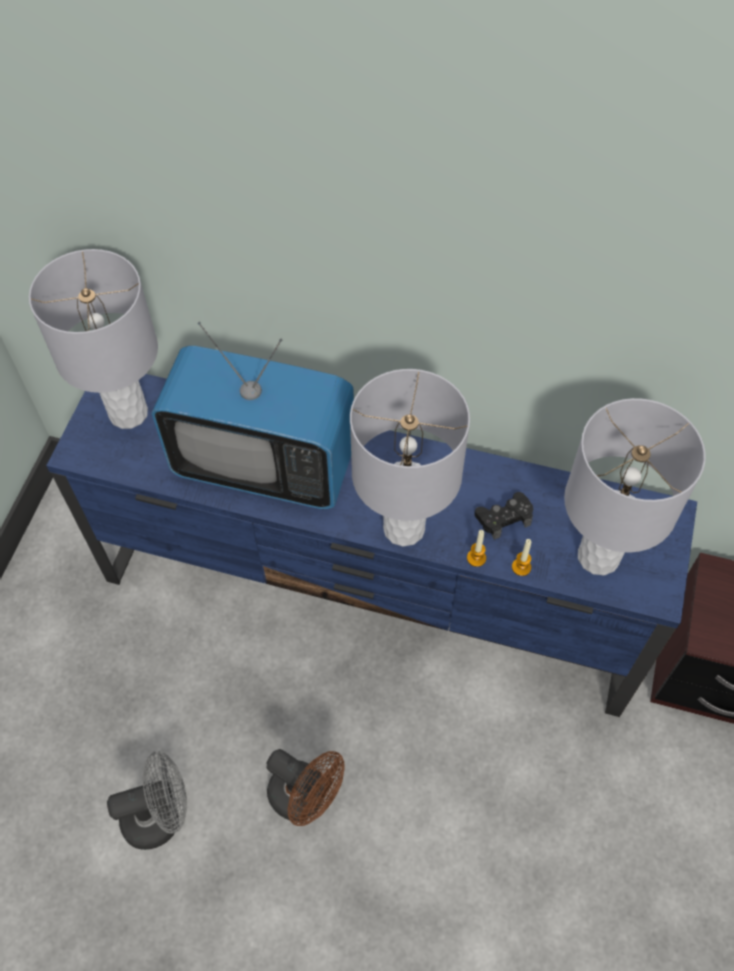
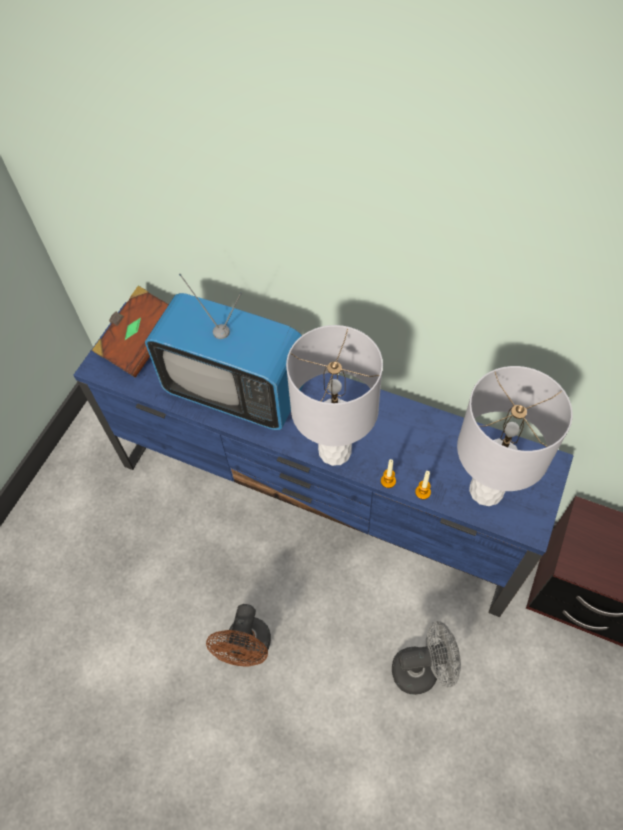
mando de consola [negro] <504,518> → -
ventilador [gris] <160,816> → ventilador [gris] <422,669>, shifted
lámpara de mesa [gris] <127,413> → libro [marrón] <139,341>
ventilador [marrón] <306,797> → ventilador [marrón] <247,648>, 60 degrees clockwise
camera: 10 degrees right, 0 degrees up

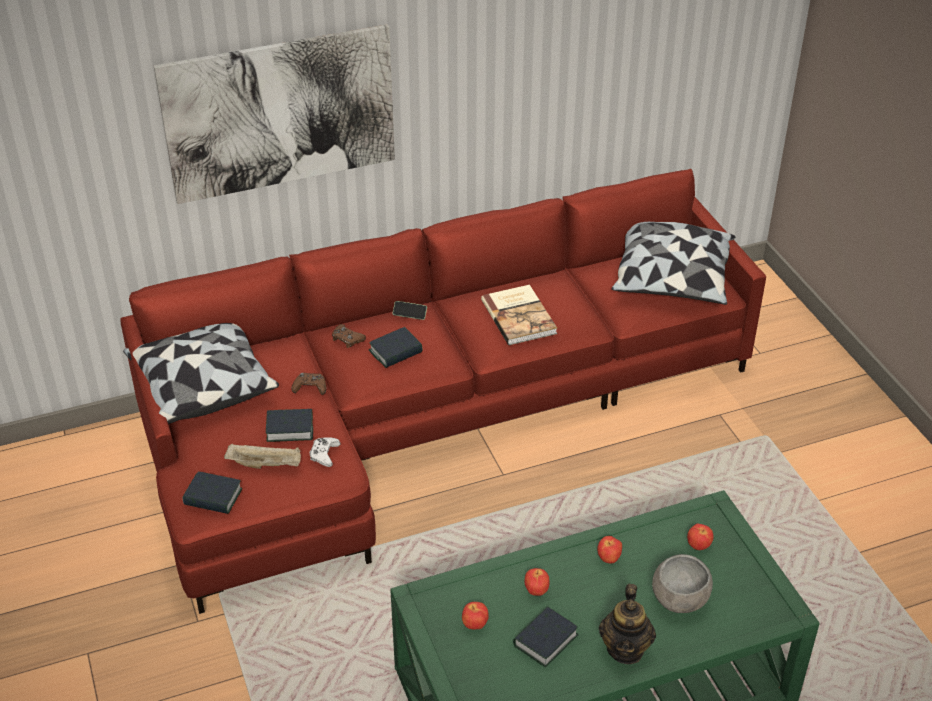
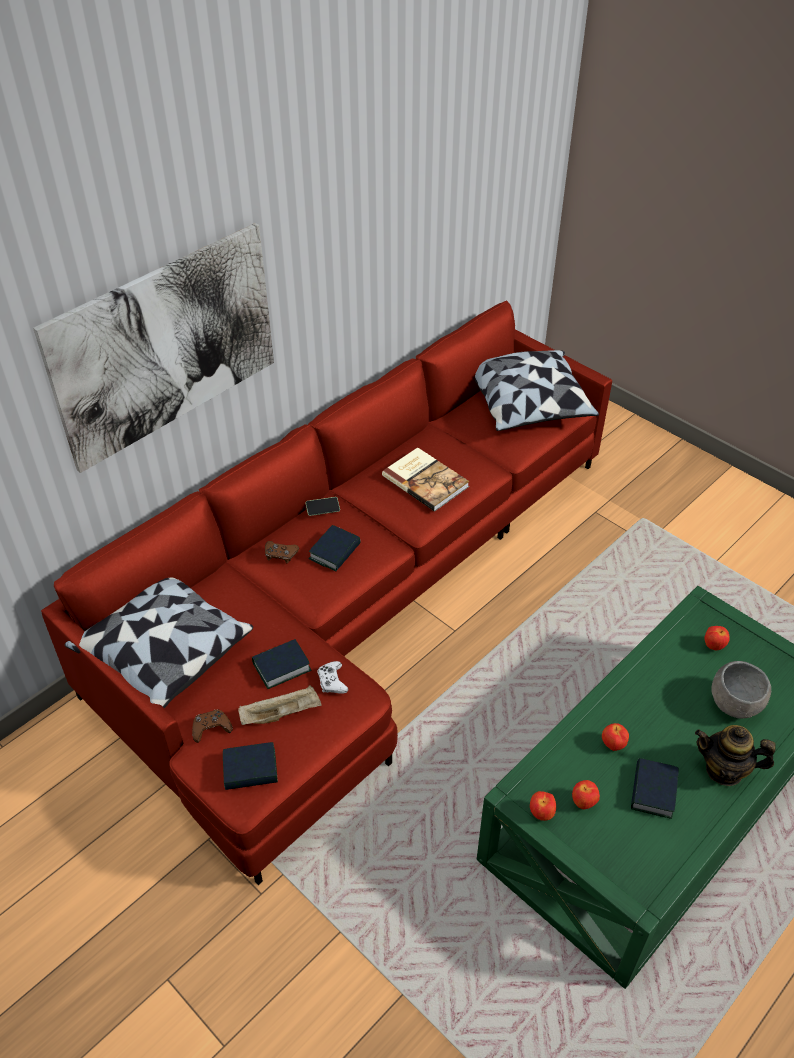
mando de consola [marrón] <310,387> → mando de consola [marrón] <211,728>, shifted
manzana <609,559> → manzana <541,813>, shifted
tetera <625,648> → tetera <724,770>, 120 degrees clockwise
camera: 25 degrees left, 5 degrees up

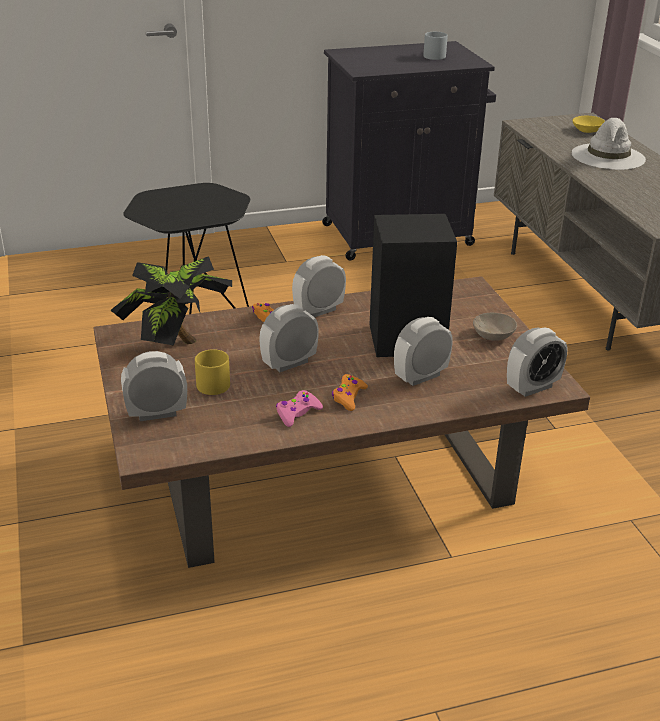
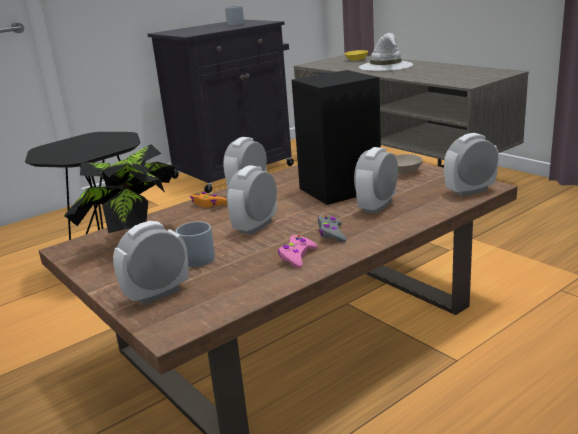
taza grande [amarillo] <210,382> → taza grande [gris] <192,258>
mando de consola [naranja] <348,397> → mando de consola [gris] <331,234>
despertador <532,387> → despertador <470,191>, 150 degrees counterclockwise
camera: 20 degrees left, 10 degrees down

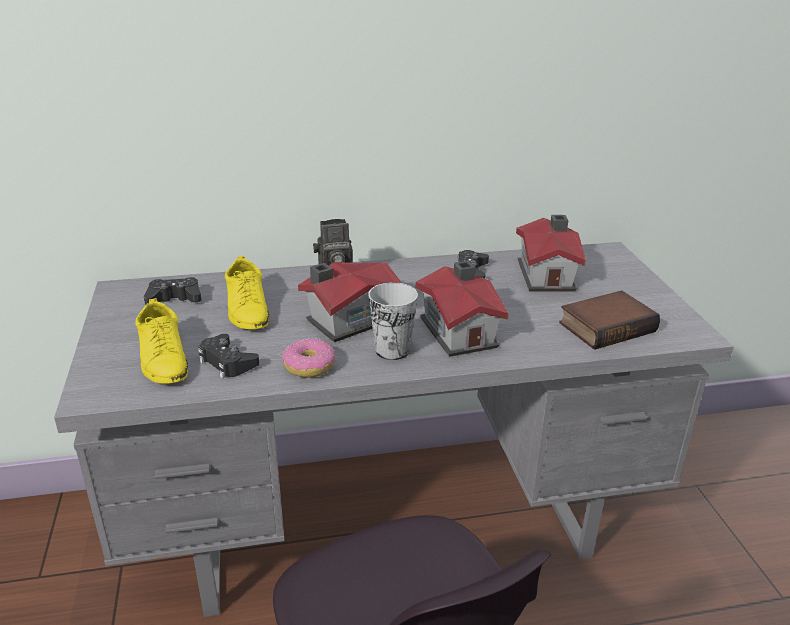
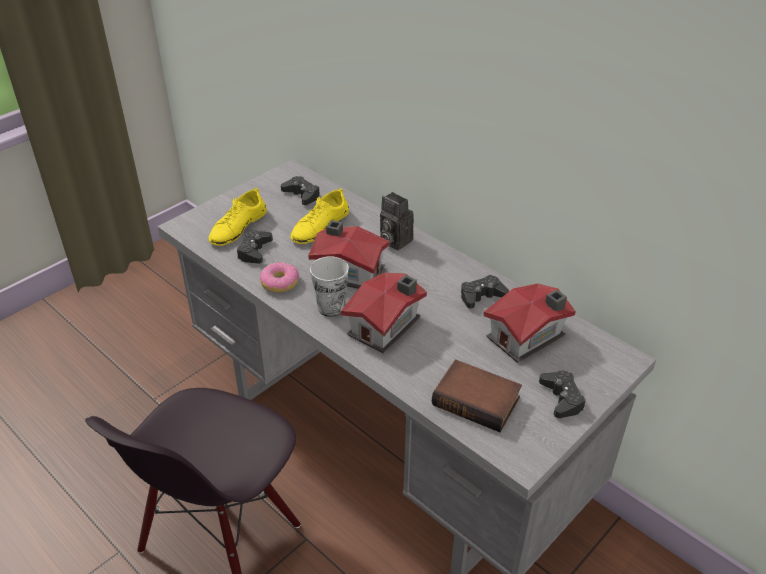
- → mando de consola [negro] <561,398>
camera: 55 degrees right, 10 degrees up

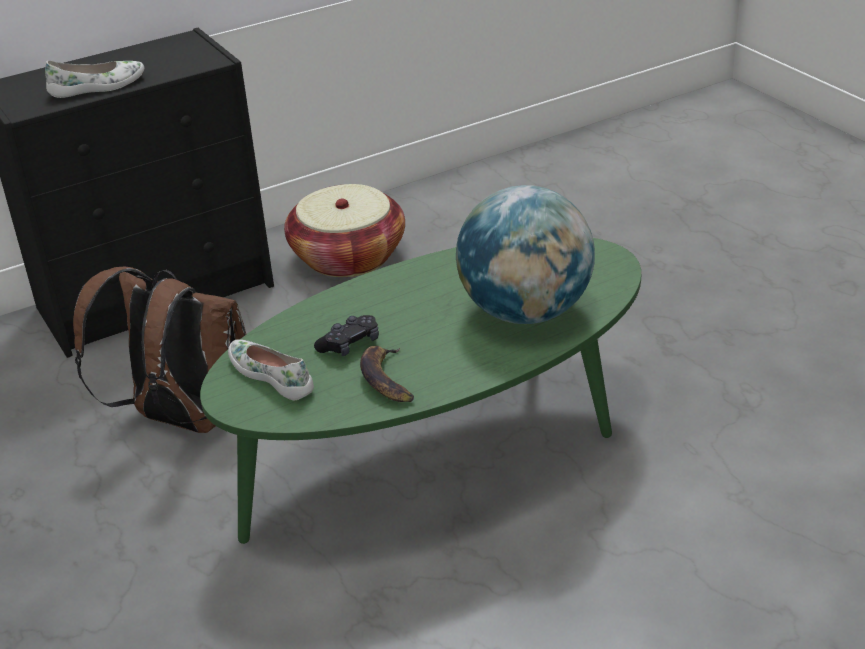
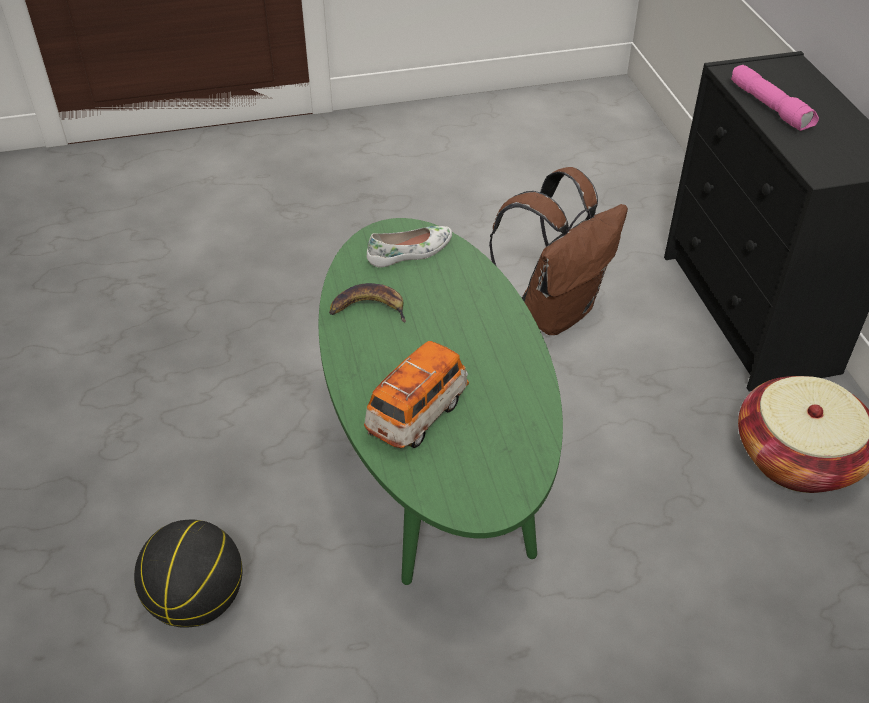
mando de consola [negro] <350,344> → -
- → balón de baloncesto <196,601>
zapato [blanco] <98,87> → linterna [rosa] <771,107>
globo terráqueo <525,312> → coche de juguete <418,413>
camera: 105 degrees right, 10 degrees up

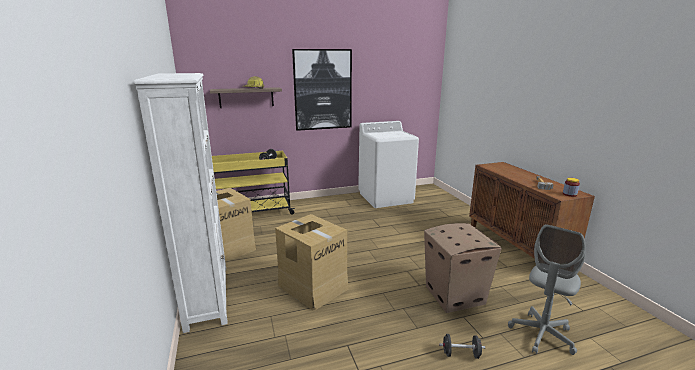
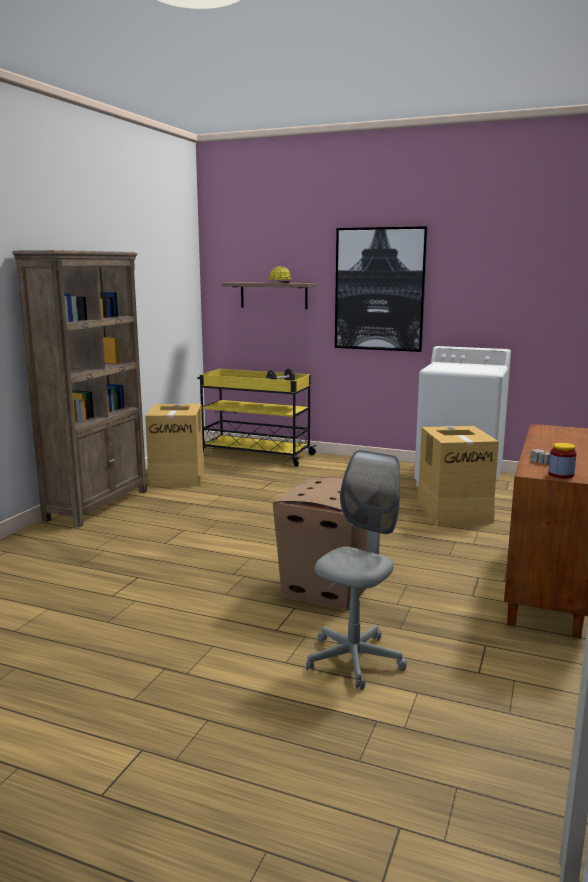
mancuerna [negro] <460,354> → -
caja de cartón <313,287> → caja de cartón <454,511>, shifted
estantería [blanco] <207,295> → estantería [marrón] <98,505>
silla de oficina [gris] <541,335> → silla de oficina [gris] <354,660>, 135 degrees clockwise
camera: 40 degrees right, 5 degrees down

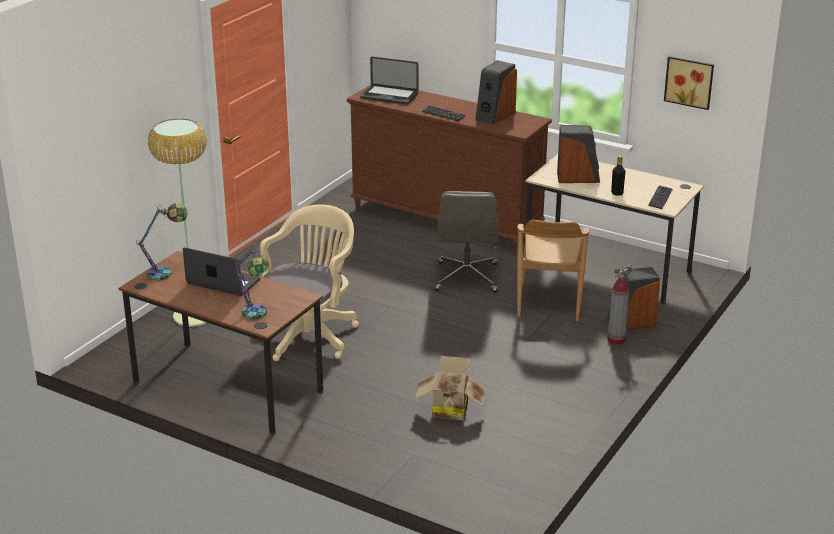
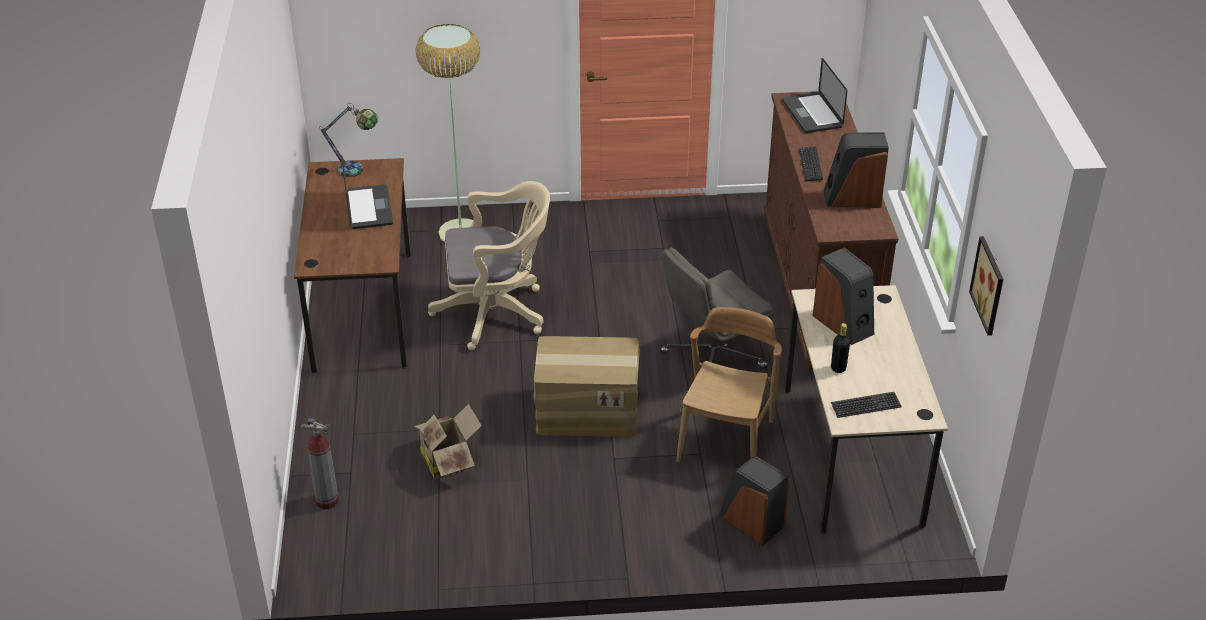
lámpara de mesa <255,316> → -
- → caja de cartón <587,410>
extintor <616,340> → extintor <326,501>, shifted
silla [marrón] <549,302> → silla [marrón] <726,441>, 135 degrees clockwise
camera: 55 degrees right, 10 degrees up

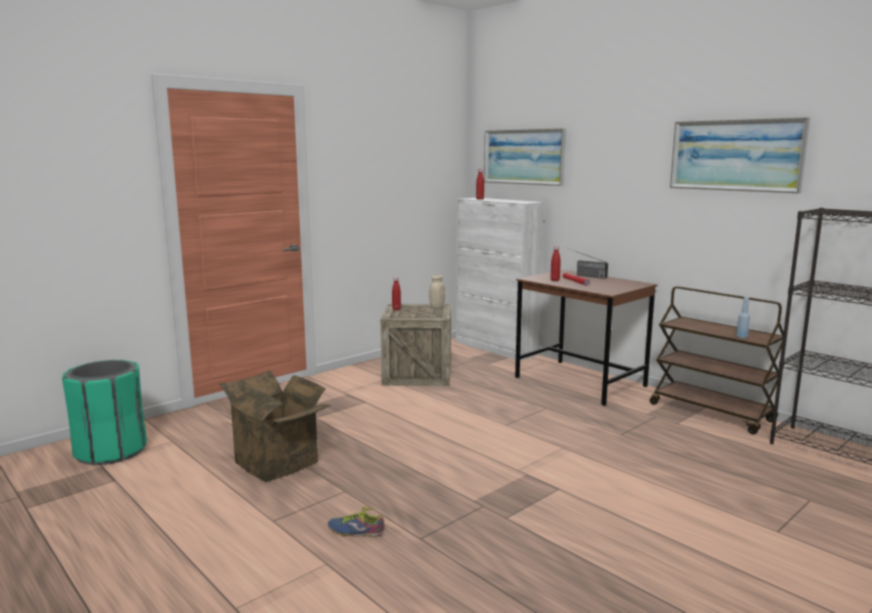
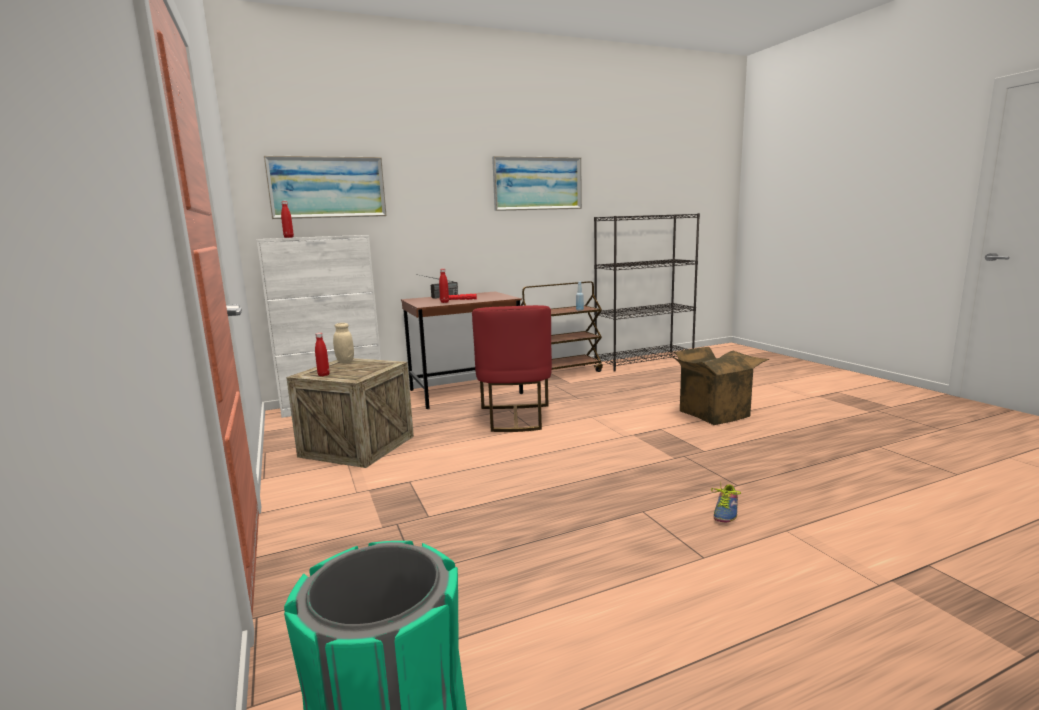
- → silla [rojo] <515,418>
caja de cartón <280,461> → caja de cartón <712,413>, shifted
camera: 70 degrees left, 0 degrees up

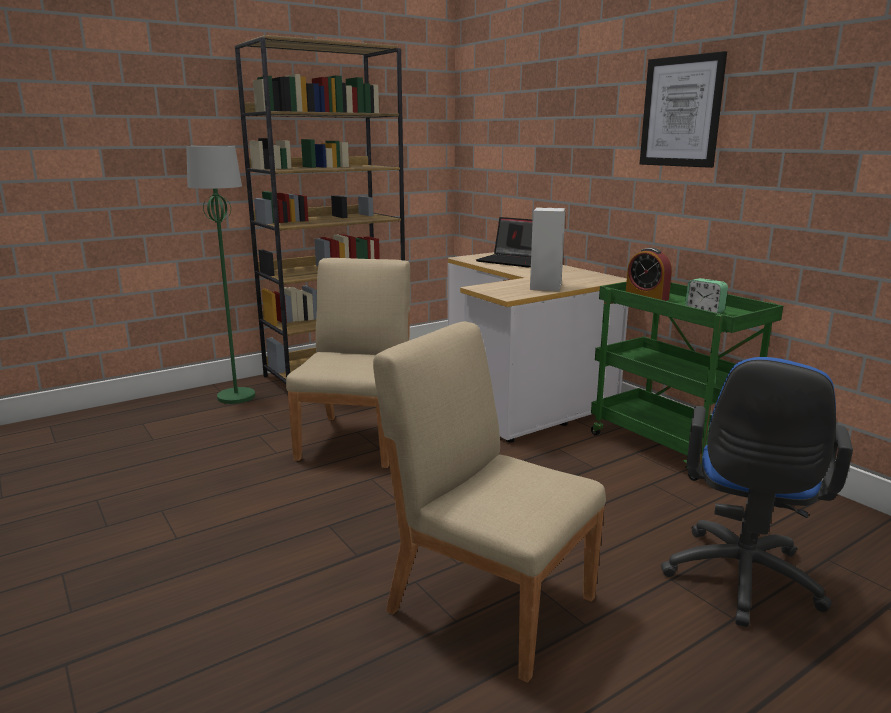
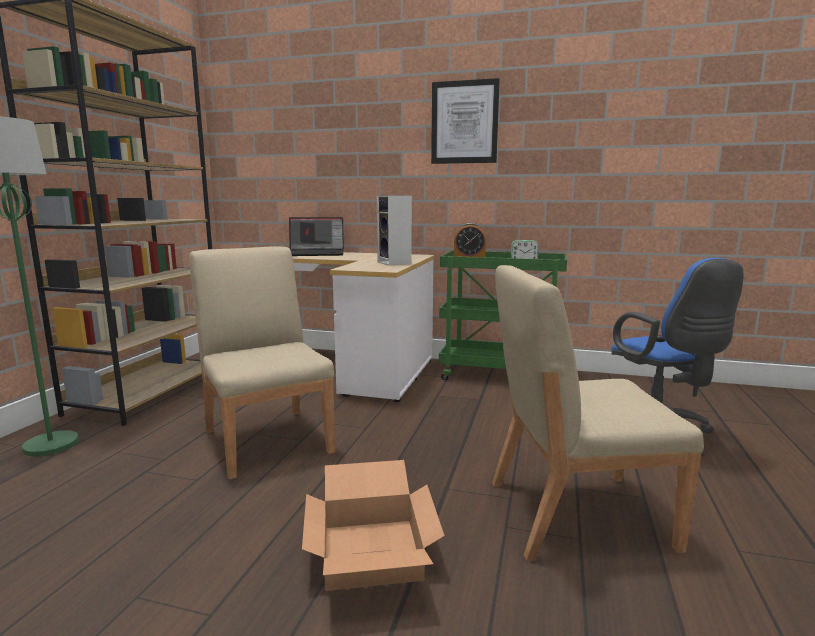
- → caja de cartón <369,551>
camera: 40 degrees left, 5 degrees down

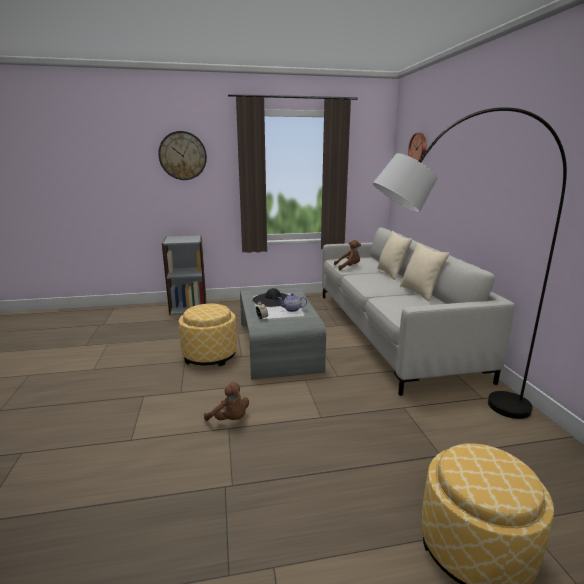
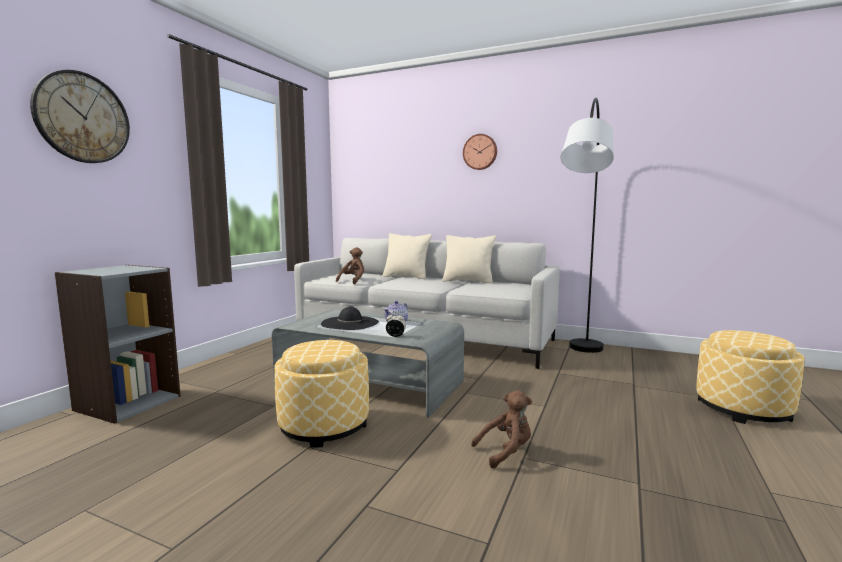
reloj de pared <418,148> → reloj de pared <480,152>, shifted
camera: 55 degrees left, 10 degrees down

